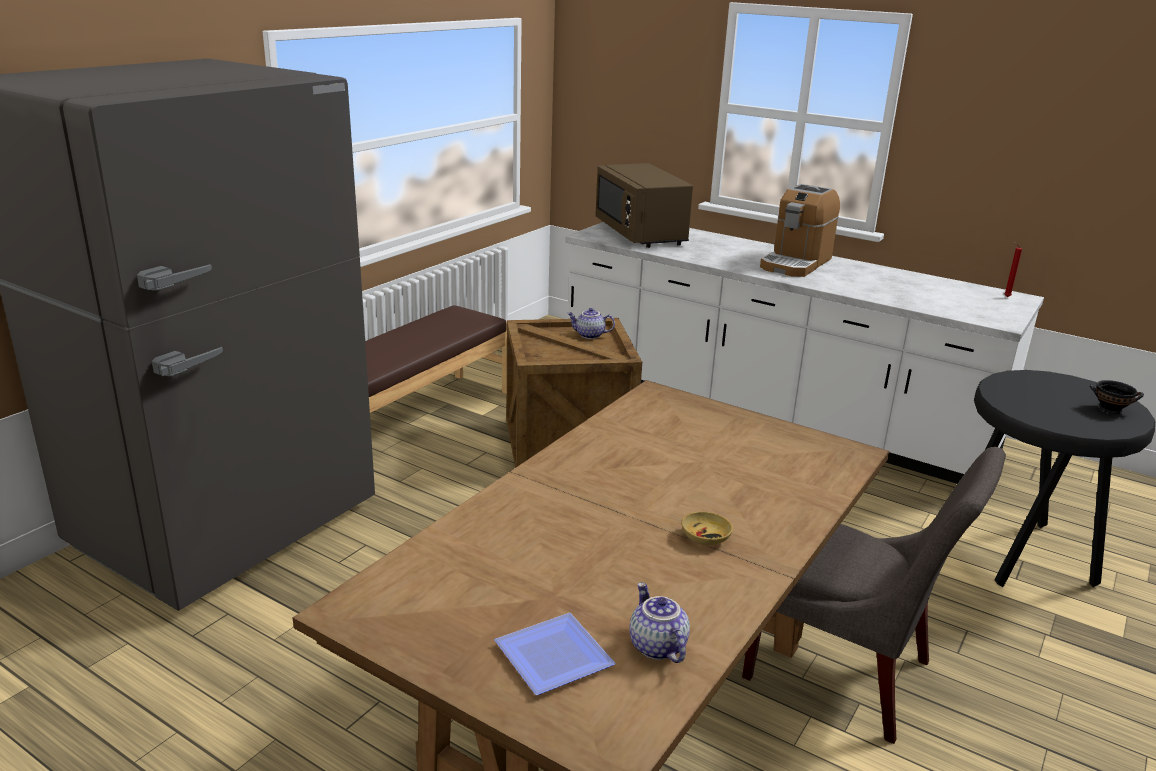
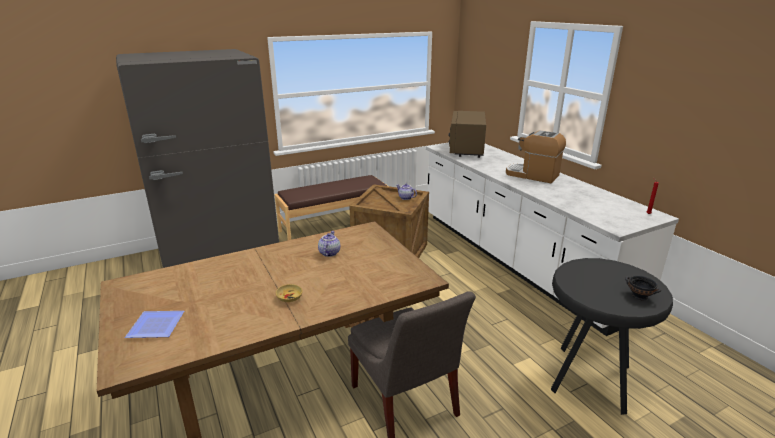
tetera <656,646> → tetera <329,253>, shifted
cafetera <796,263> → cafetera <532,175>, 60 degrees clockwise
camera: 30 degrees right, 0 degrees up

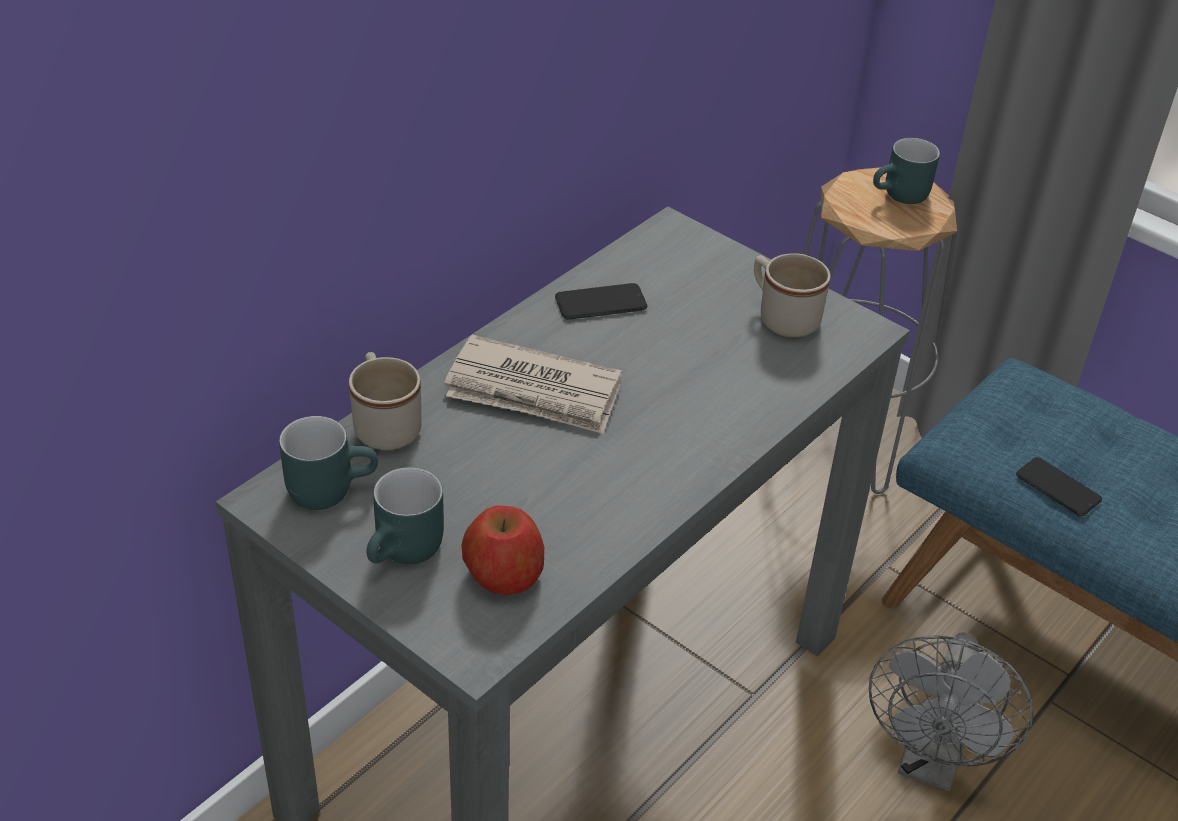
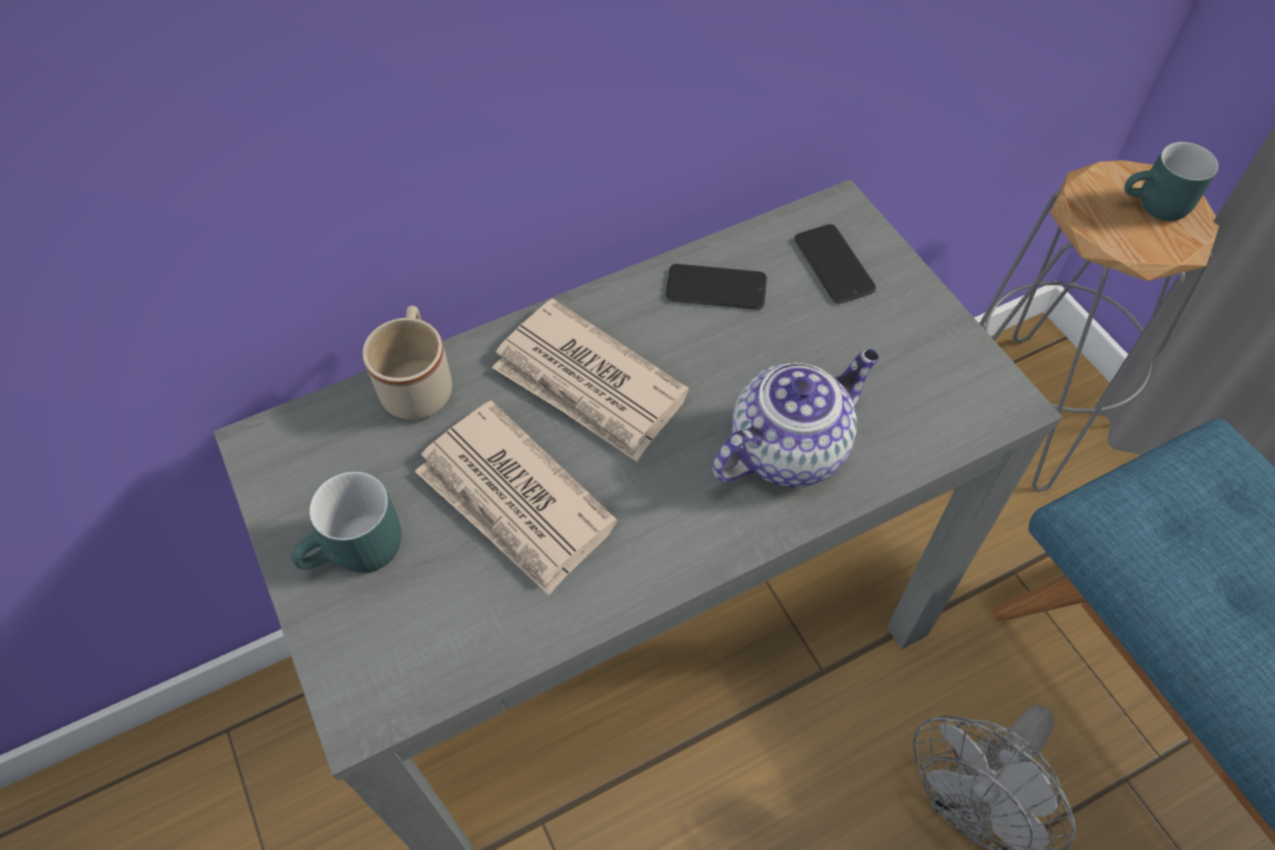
taza grande [turquesa] <329,486> → -
manzana <504,573> → -
taza grande [beis] <782,317> → -
- → periódico <515,501>
- → tetera <789,447>
móvil <1058,488> → móvil <833,265>, shifted
camera: 25 degrees right, 15 degrees up

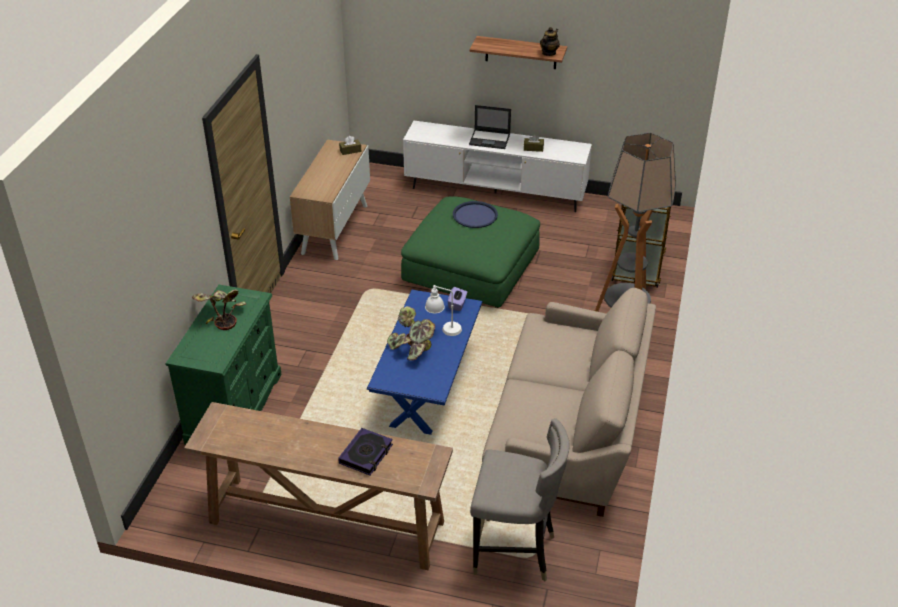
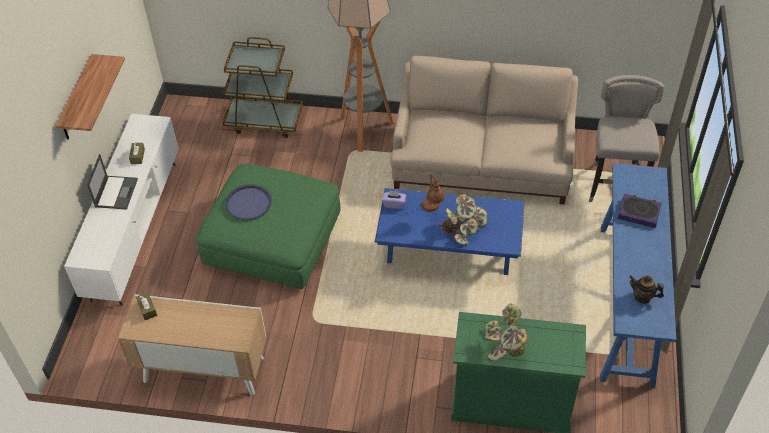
tetera <548,53> → tetera <642,297>, shifted
mesa consola [marrón] <325,522> → mesa consola [azul] <626,303>
lámpara de mesa [blanco] <443,330> → lámpara de mesa [marrón] <433,210>
camera: 95 degrees left, 10 degrees up

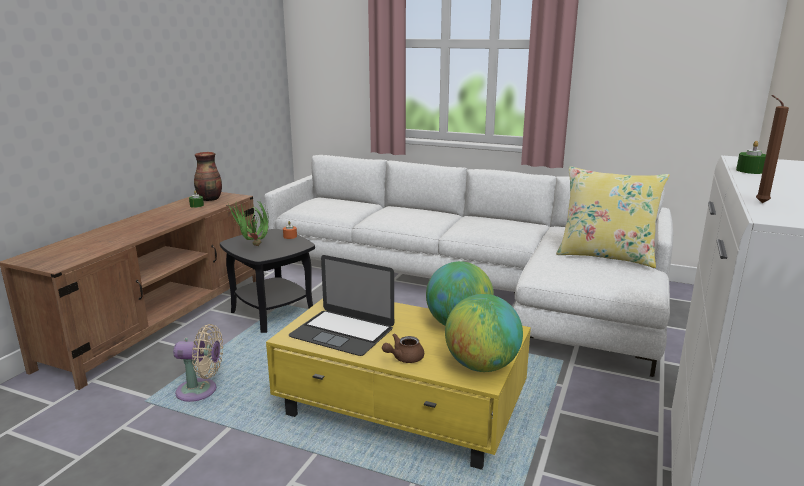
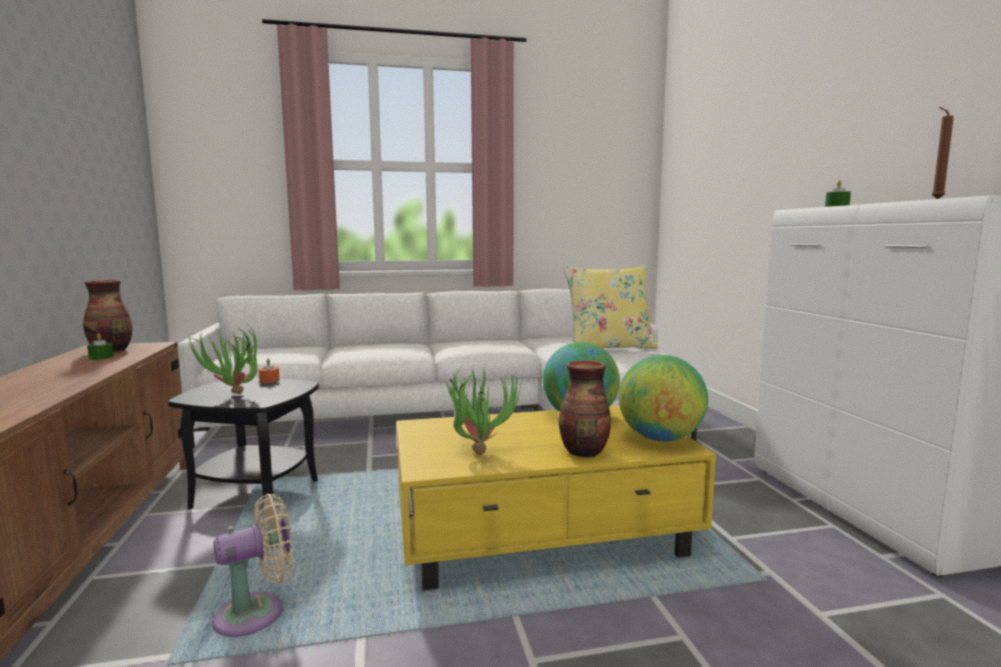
portátil <342,332> → planta en maceta <479,449>
tetera [marrón] <404,358> → florero <584,452>
camera: 35 degrees left, 10 degrees down

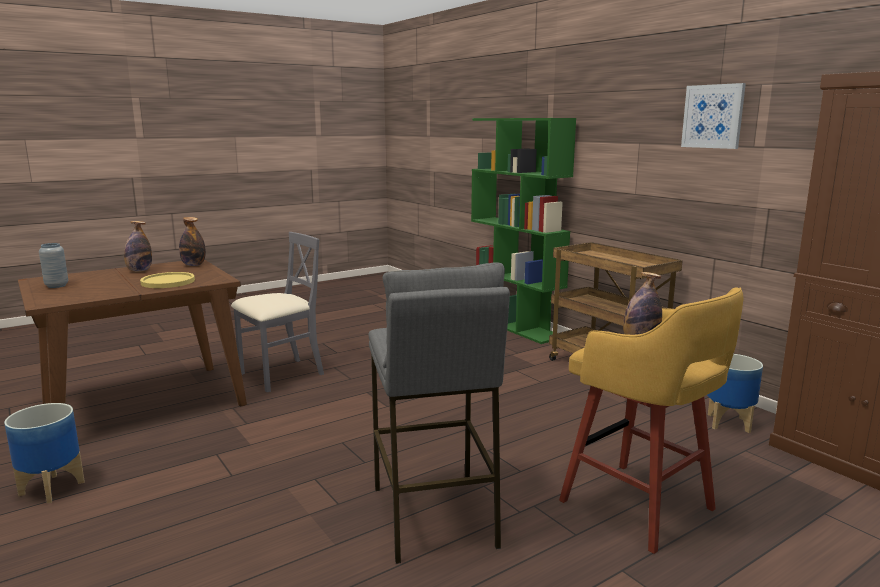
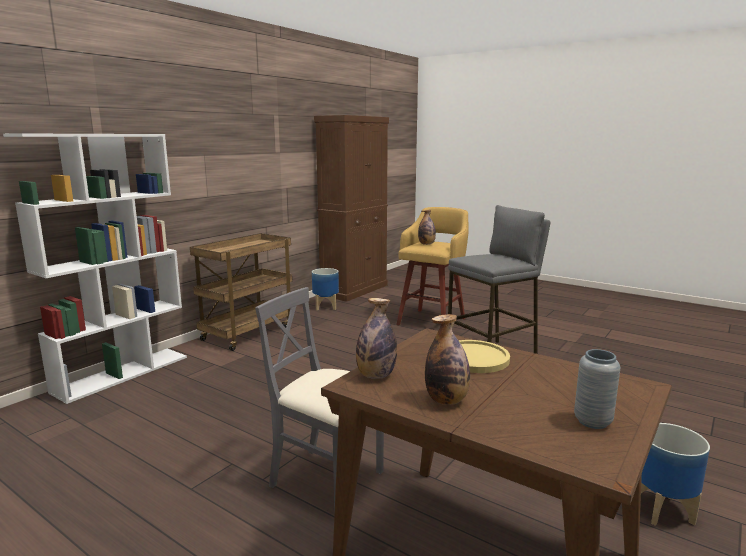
cuadro <713,116> → -
estantería [verde] <515,326> → estantería [blanco] <122,373>
camera: 110 degrees left, 0 degrees up

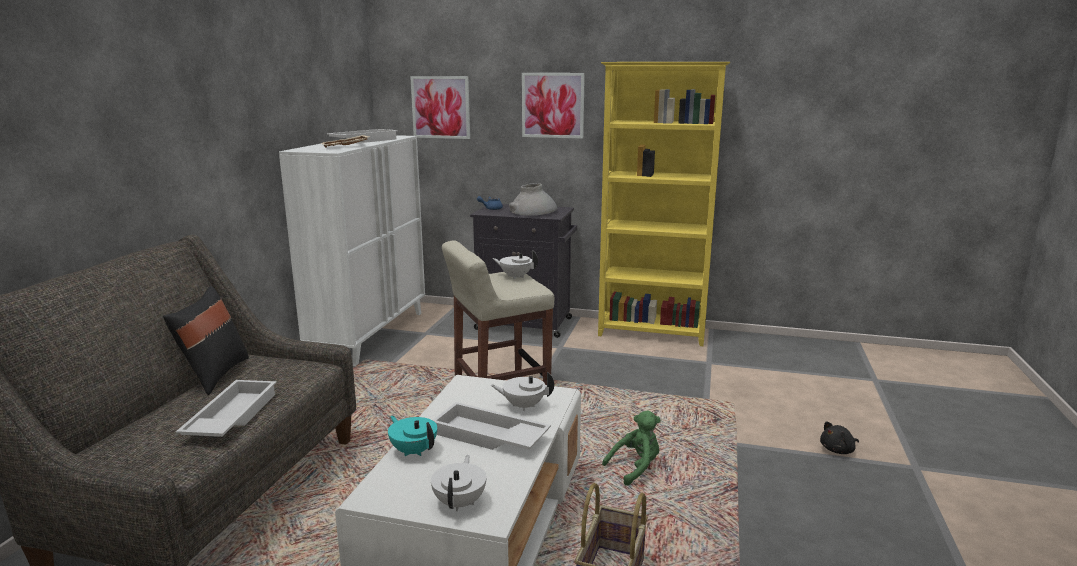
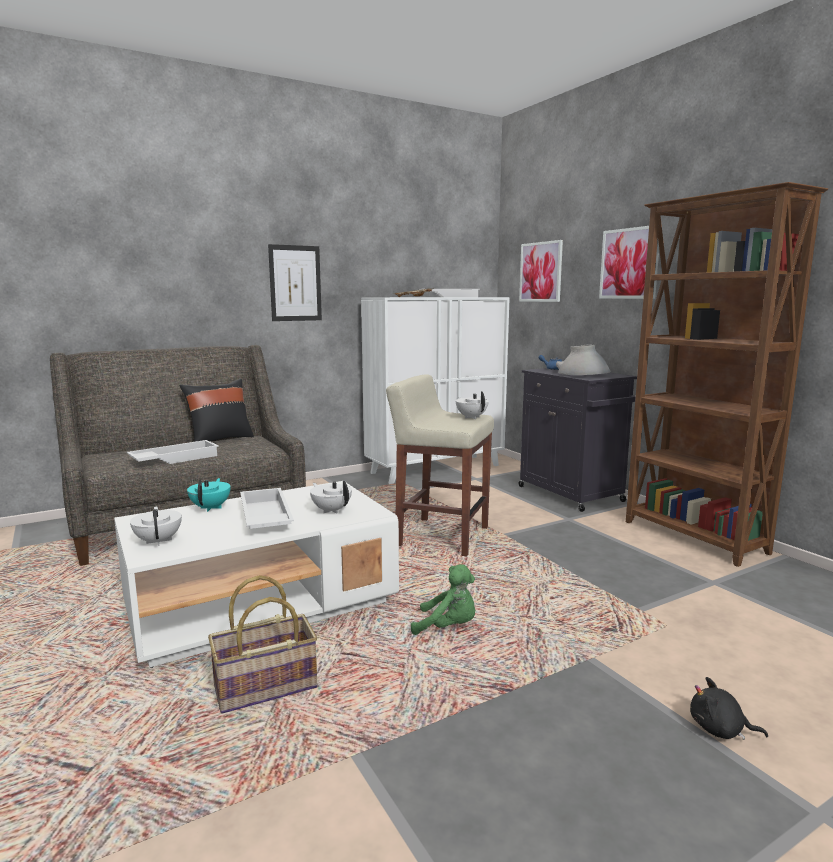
- → cuadro <295,283>
estantería [amarillo] <652,334> → estantería [marrón] <694,538>
tetera [blanco] <460,502> → tetera [blanco] <159,541>, 75 degrees counterclockwise
camera: 45 degrees right, 5 degrees down

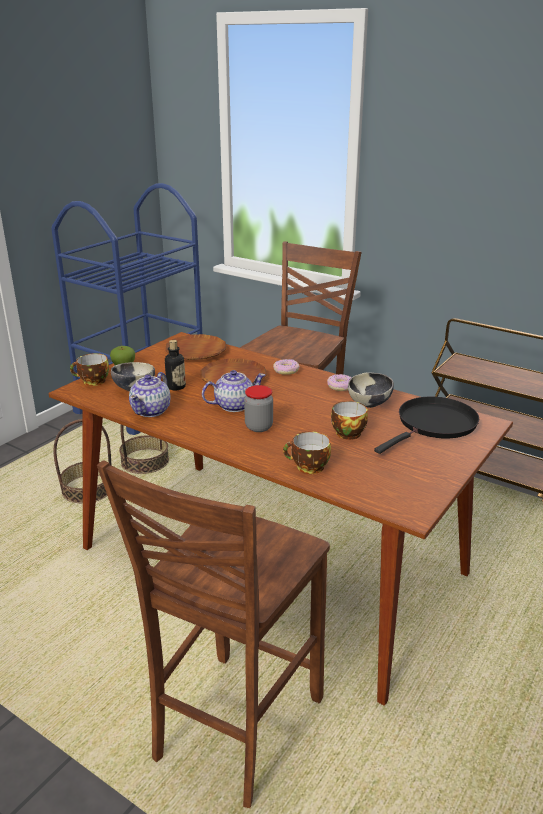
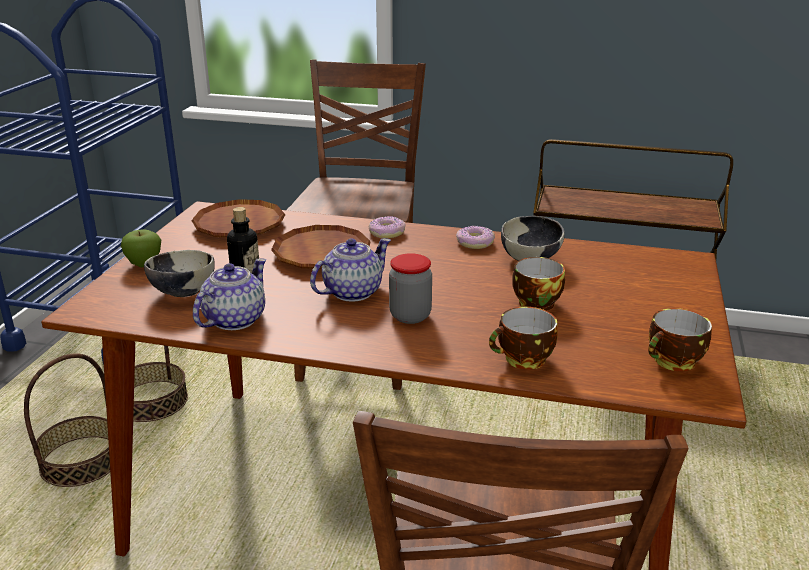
sartén [negro] <434,425> → -
taza <92,382> → taza <674,362>, shifted
tetera <151,410> → tetera <233,320>, 150 degrees counterclockwise
camera: 20 degrees left, 0 degrees up

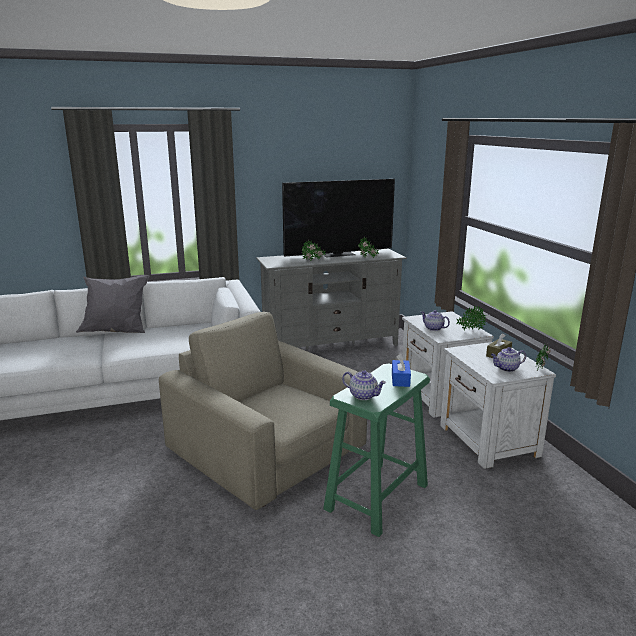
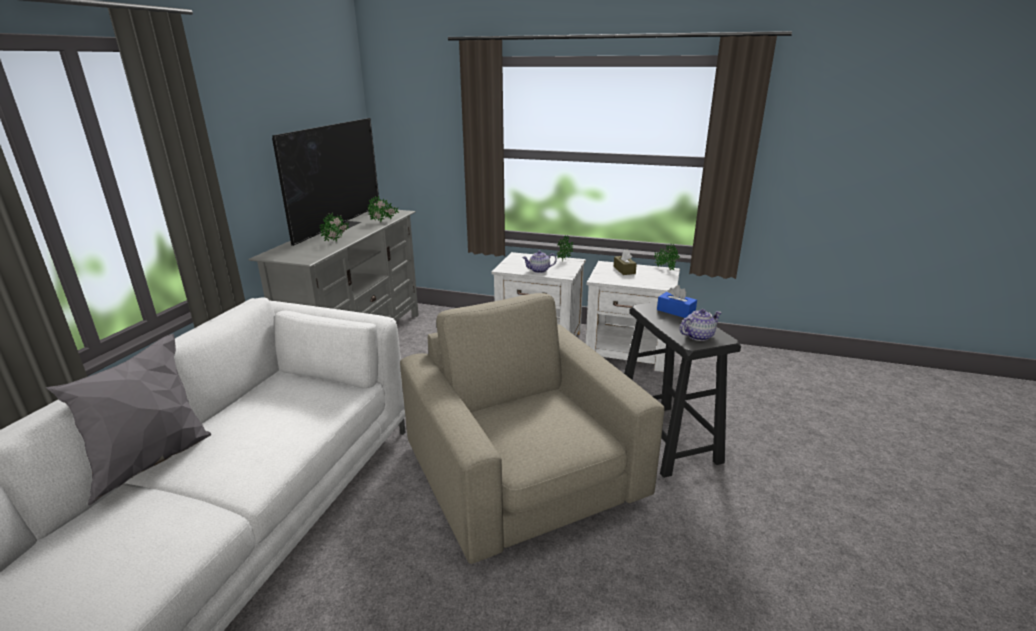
tetera <506,368> → -
taburete [verde] <377,497> → taburete [negro] <665,438>
sillón [beis] <268,450> → sillón [beis] <525,472>, 75 degrees clockwise
camera: 55 degrees left, 5 degrees up

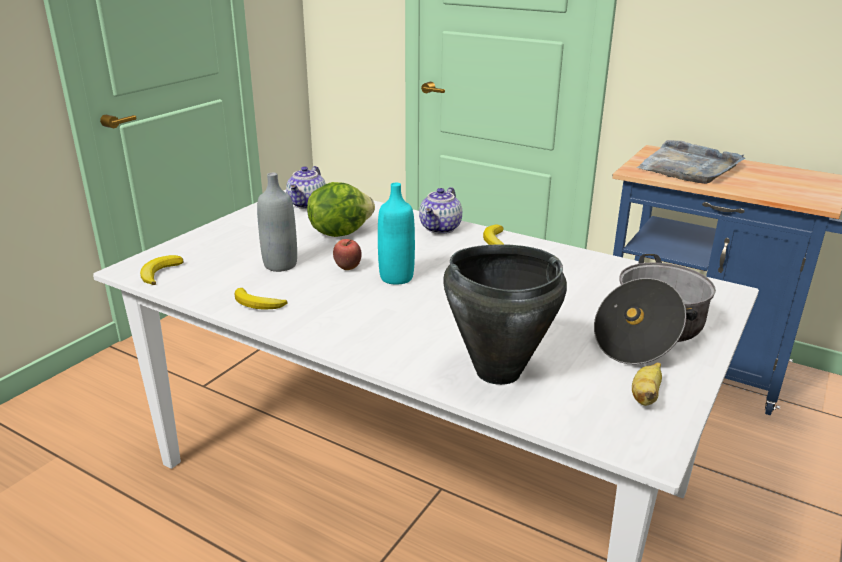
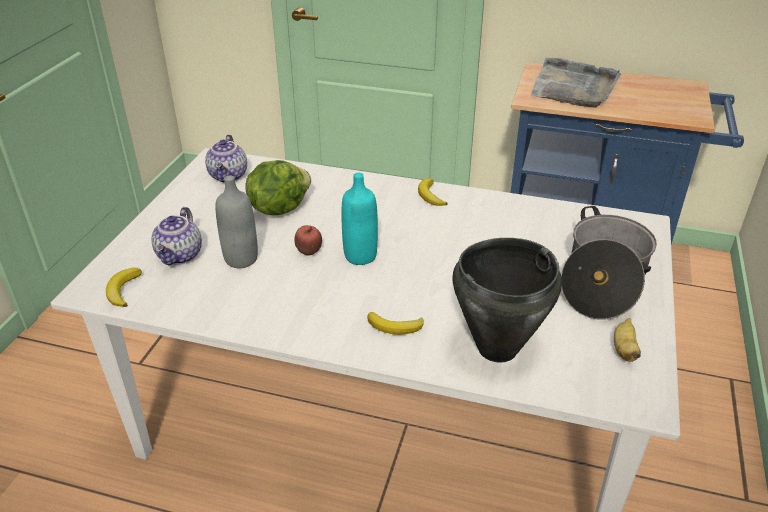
plátano <258,304> → plátano <395,327>, shifted
tetera <441,229> → tetera <181,256>, shifted
camera: 15 degrees left, 10 degrees up

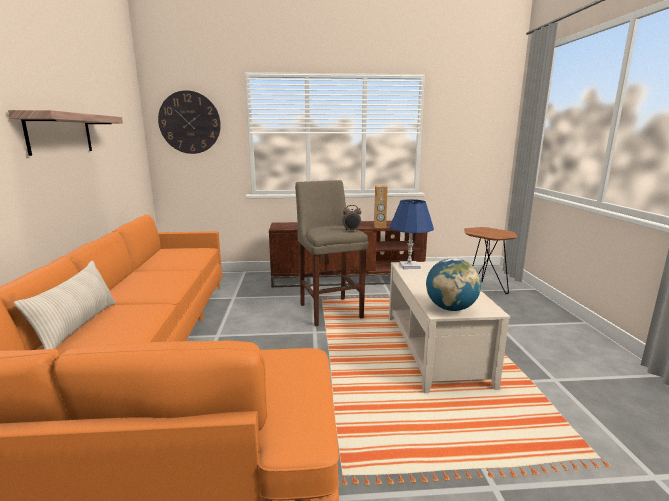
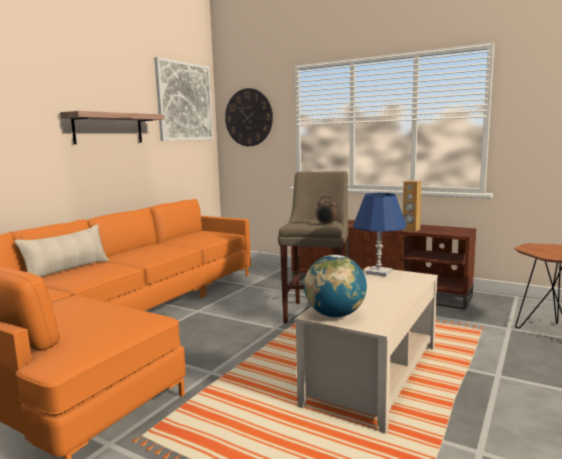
- → cuadro <185,102>
camera: 35 degrees right, 5 degrees down

